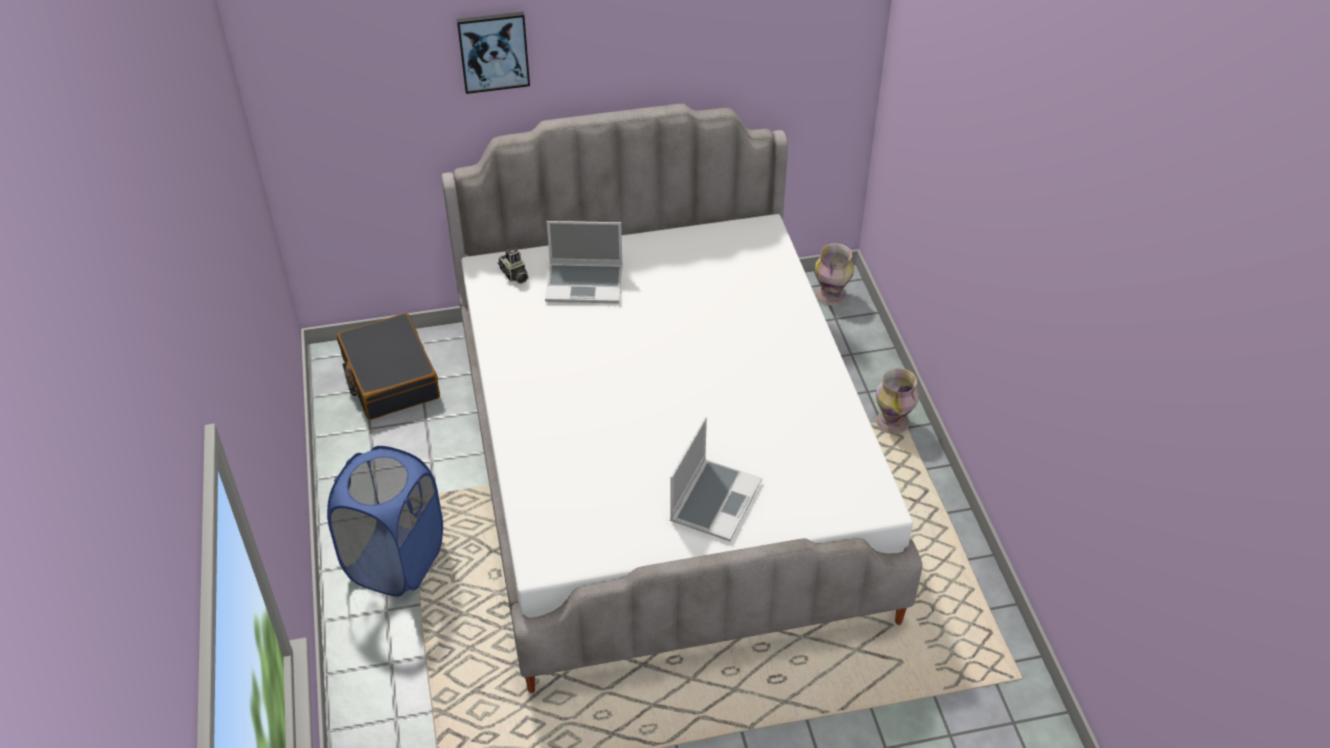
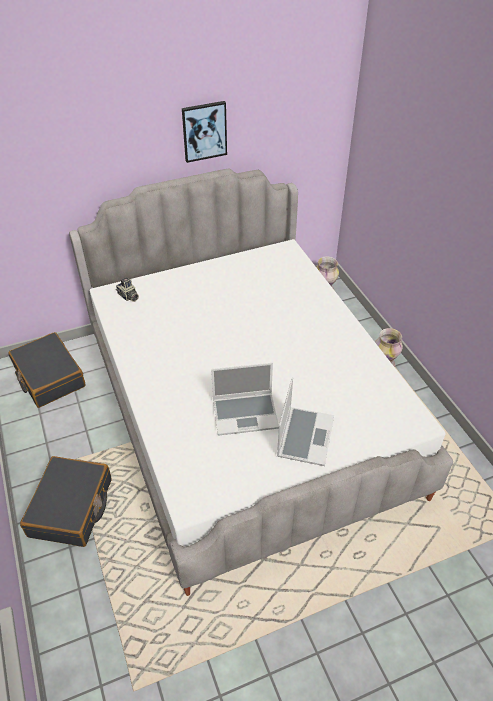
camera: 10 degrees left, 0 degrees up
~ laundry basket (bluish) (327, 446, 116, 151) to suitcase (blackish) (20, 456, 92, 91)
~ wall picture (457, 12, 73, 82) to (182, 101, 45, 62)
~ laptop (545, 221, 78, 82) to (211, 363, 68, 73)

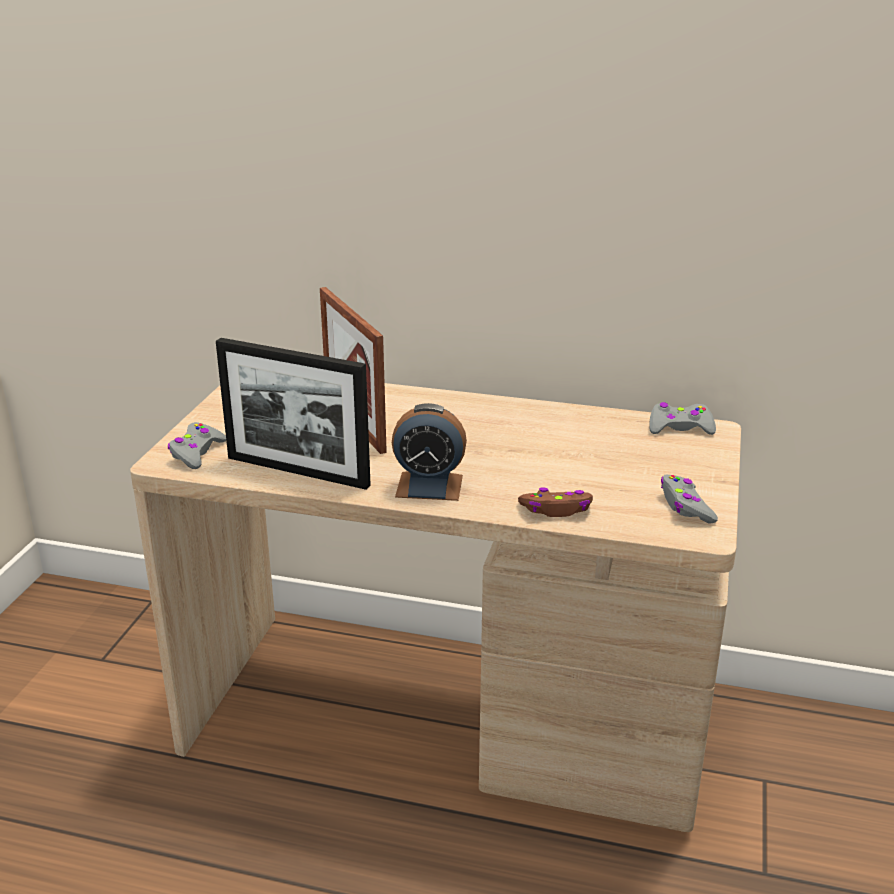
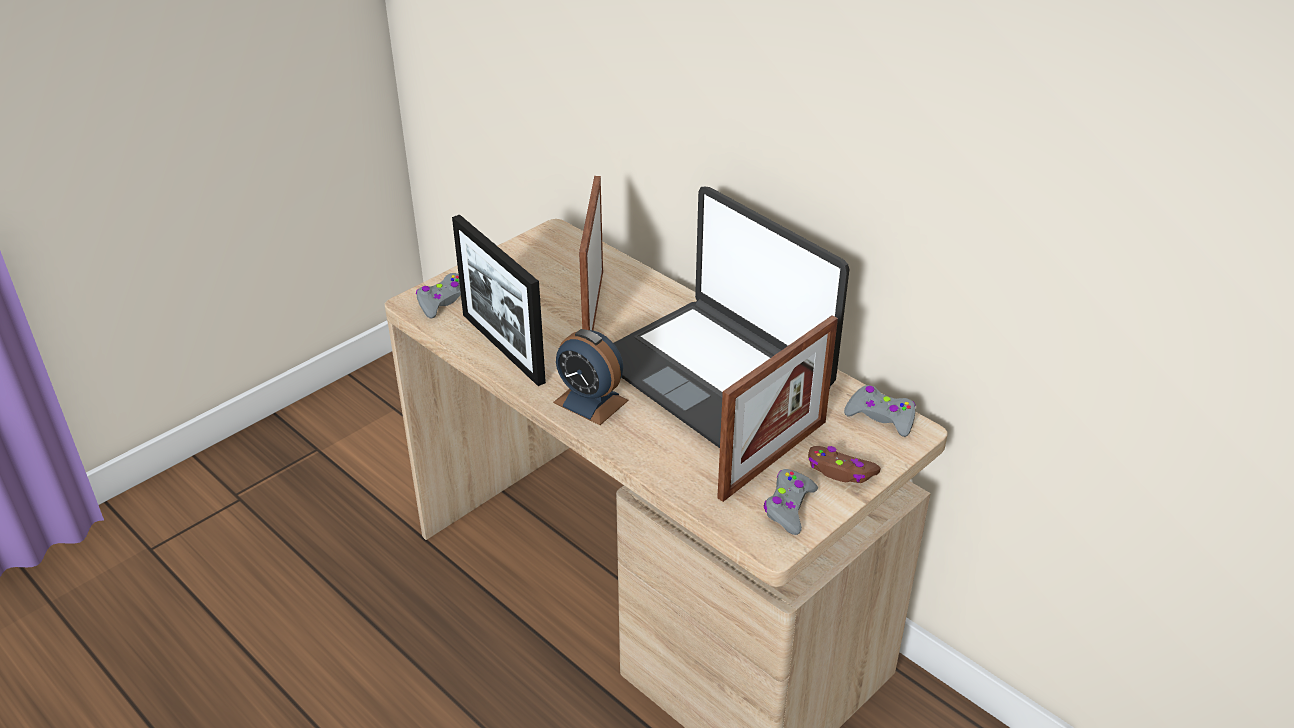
camera: 30 degrees right, 10 degrees up
~ gamepad (brown) (518, 487, 75, 30) to (808, 446, 73, 37)
+ laptop (614, 187, 235, 261)
+ standing frame (717, 316, 121, 186)

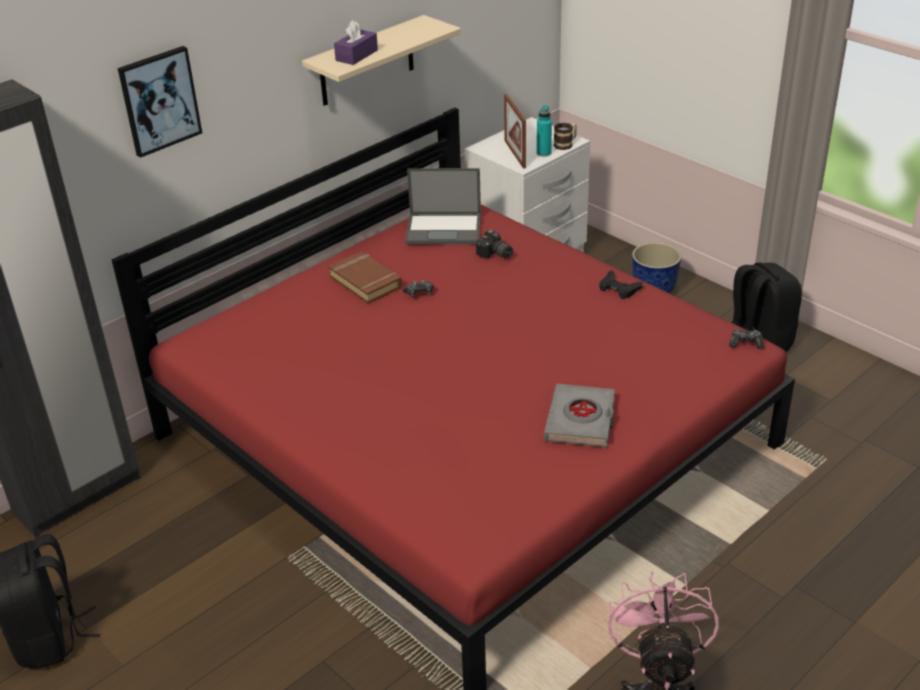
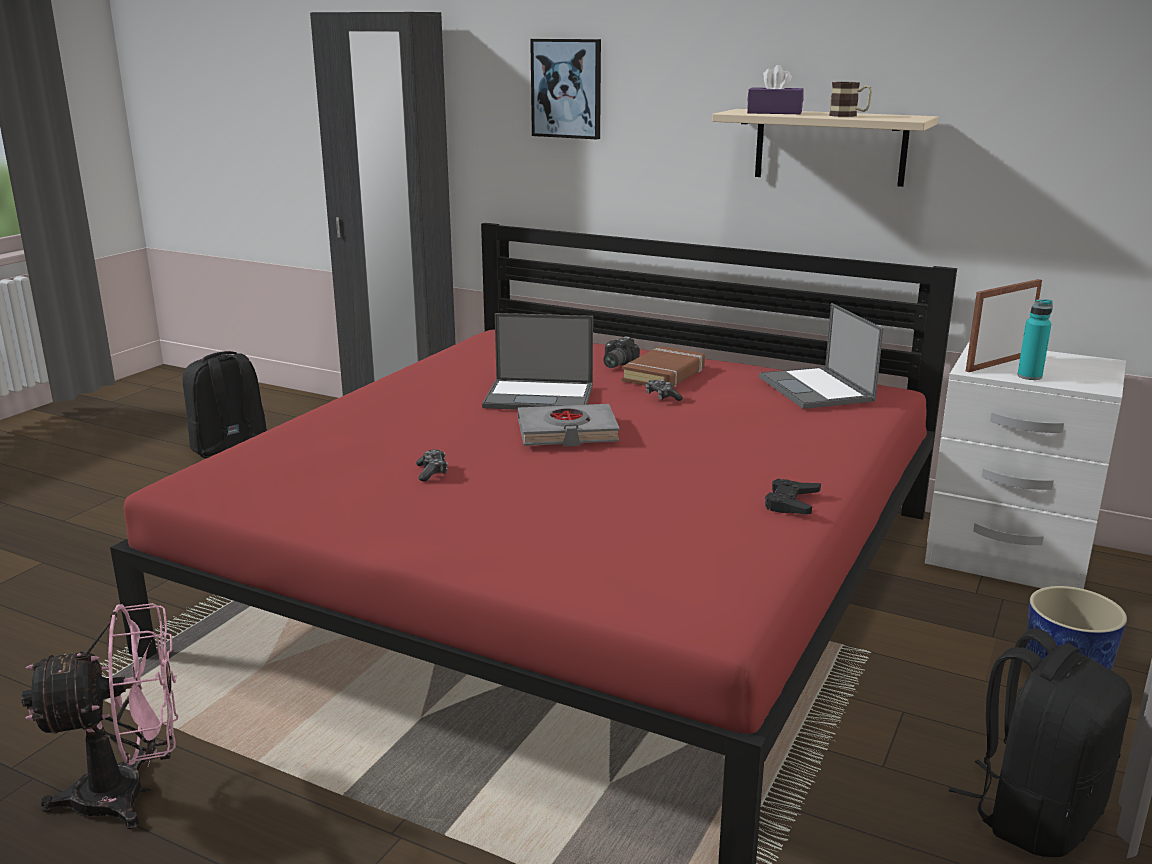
camera: 70 degrees right, 15 degrees down
~ photo camera (476, 230, 37, 28) to (603, 336, 37, 32)
~ bound book (gray) (544, 384, 71, 63) to (518, 404, 102, 42)
~ tea mug (554, 123, 23, 27) to (829, 82, 43, 35)
~ gamepad (729, 329, 35, 20) to (416, 449, 32, 32)
+ laptop (482, 313, 111, 97)

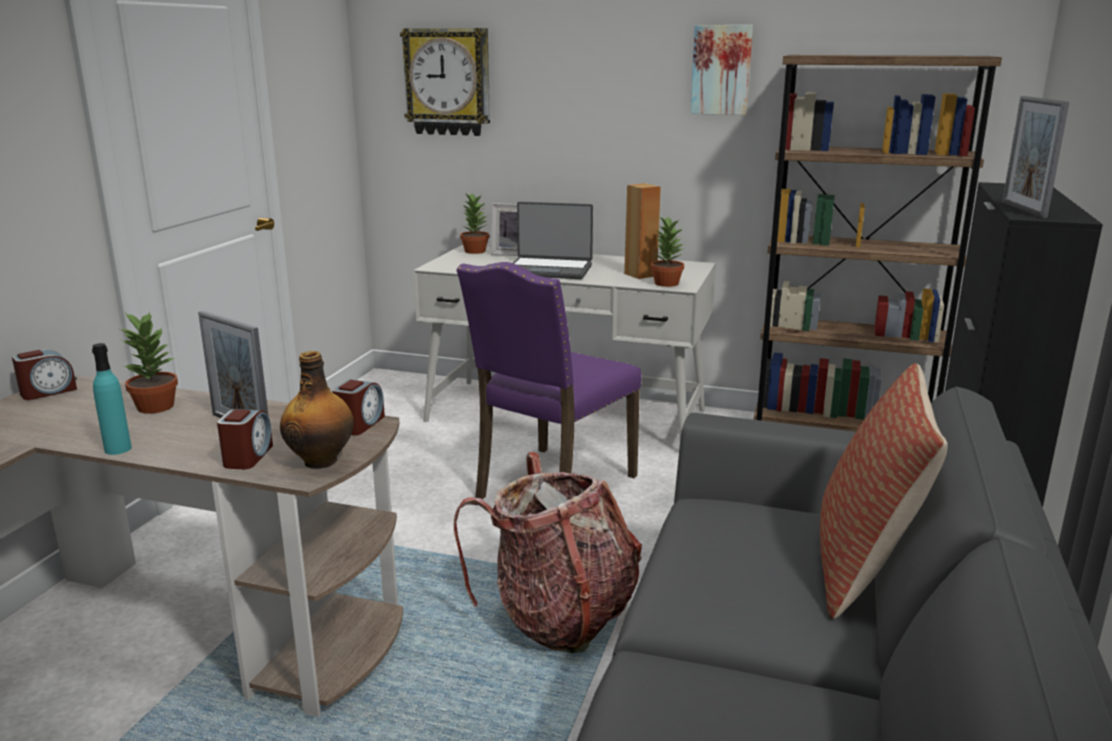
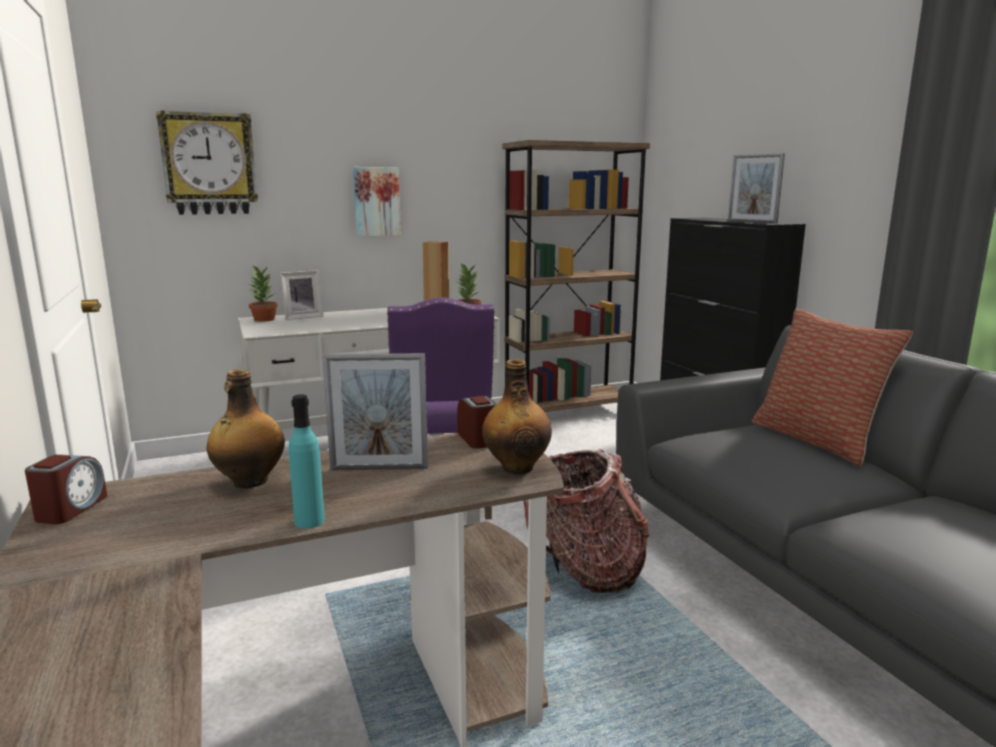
camera: 40 degrees left, 5 degrees down
~ potted plant (121, 312, 57, 102) to bottle (206, 369, 79, 120)
- alarm clock (217, 409, 56, 60)
- laptop (513, 202, 80, 77)
~ wall picture (690, 25, 63, 90) to (353, 167, 48, 70)

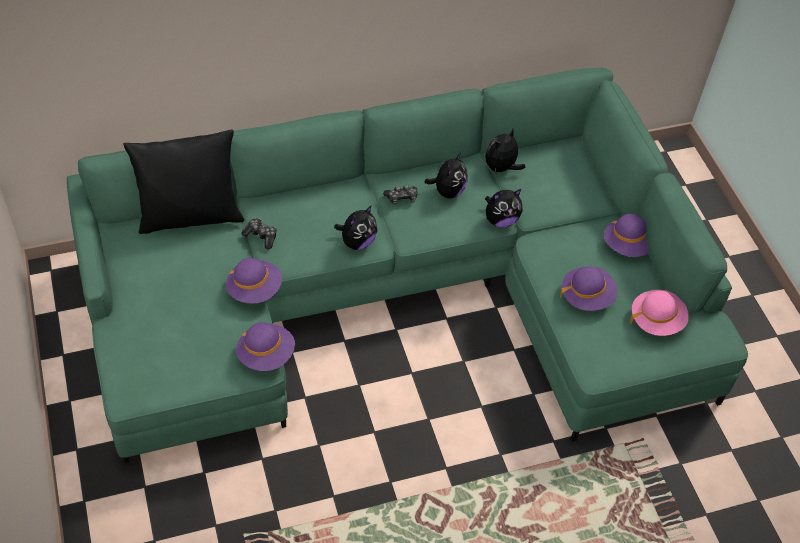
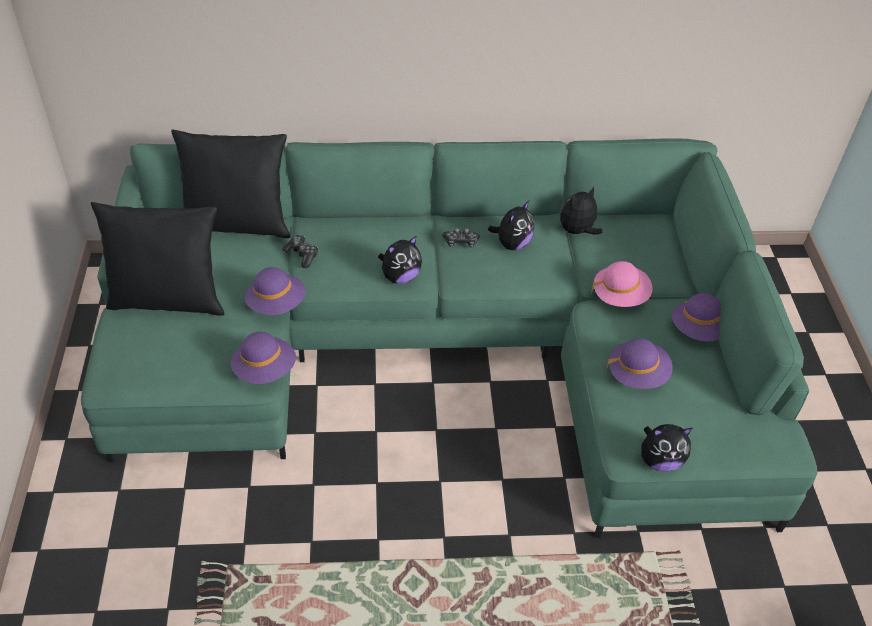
camera: 15 degrees right, 5 degrees down
~ cuddly toy (485, 189, 37, 39) to (641, 424, 51, 48)
~ hat (pinkish) (630, 290, 59, 46) to (591, 261, 62, 46)
+ throw pillow (blackish) (91, 202, 133, 114)

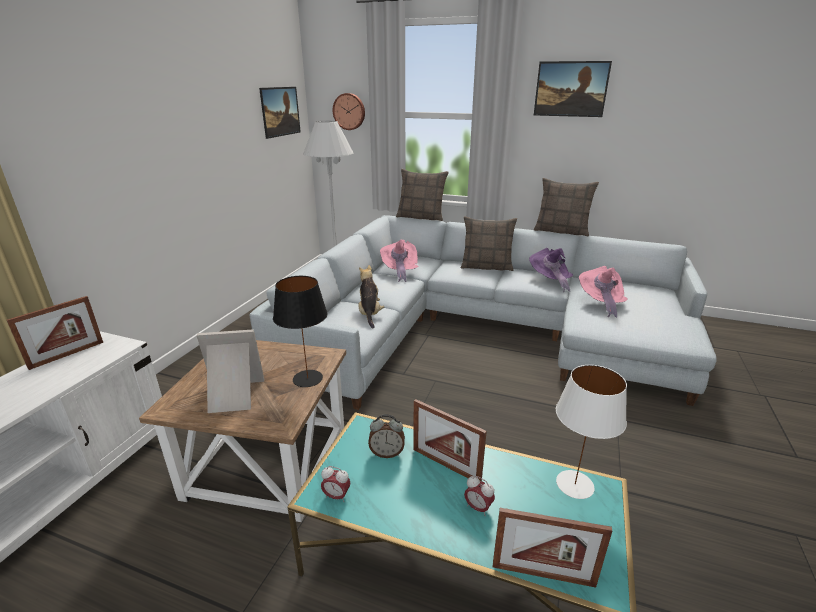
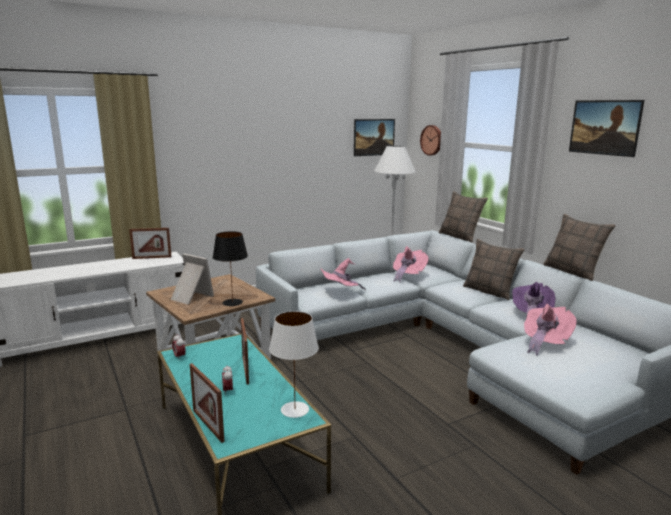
camera: 40 degrees right, 10 degrees down
~ cuddly toy (358, 265, 26, 63) to hat (pinkish) (321, 258, 45, 33)
- alarm clock (368, 414, 37, 44)

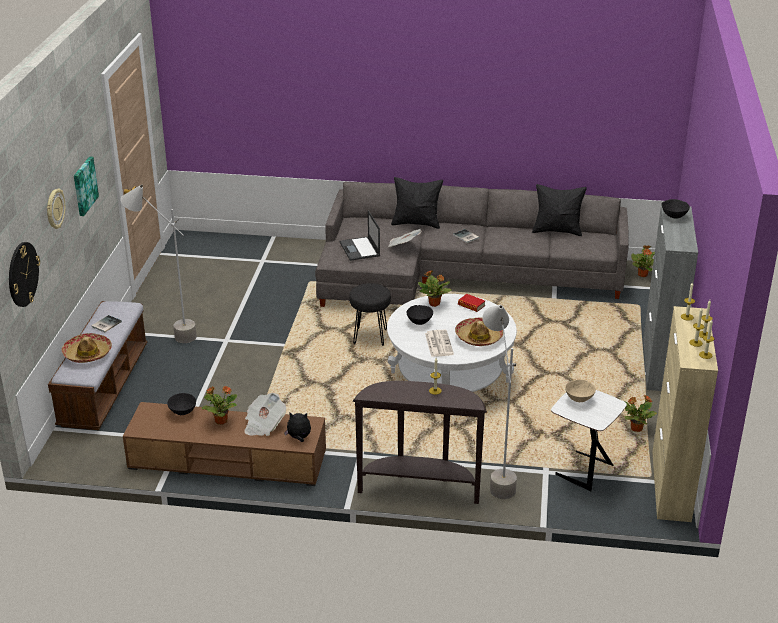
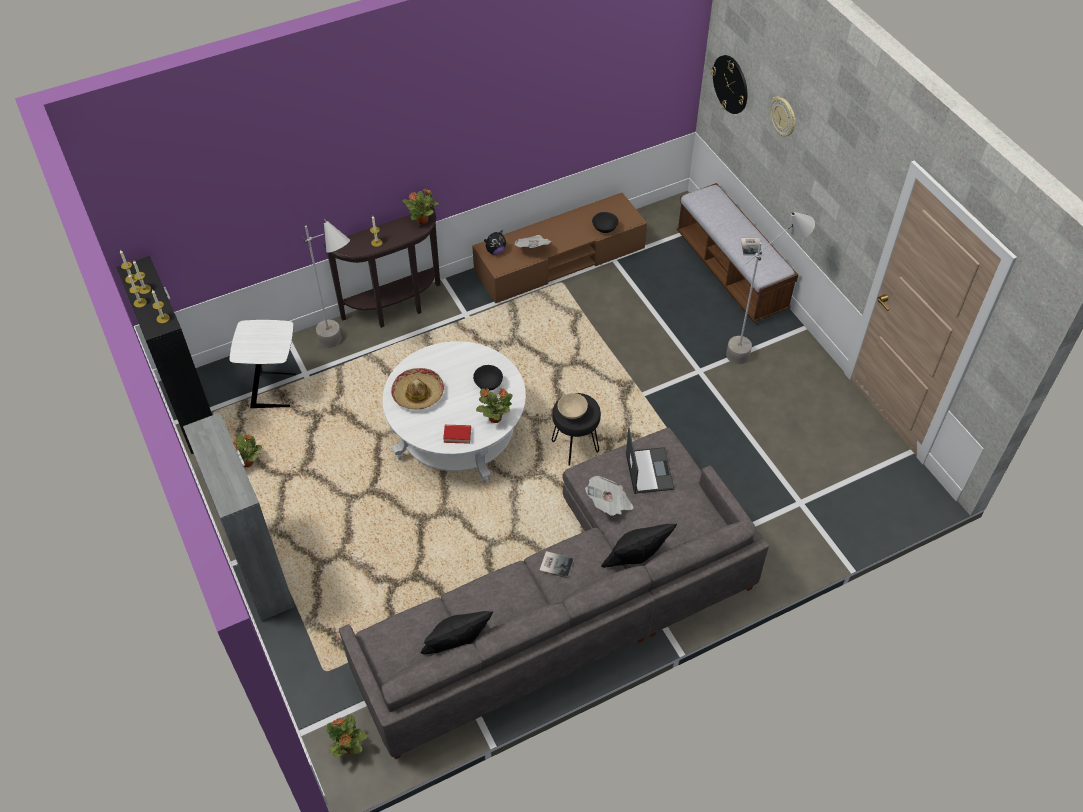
camera: 145 degrees right, 20 degrees up
- hat (62, 333, 50, 30)
- wall picture (74, 157, 25, 59)
~ potted plant (201, 386, 36, 39) to (402, 188, 37, 36)
~ laptop (340, 210, 40, 51) = (626, 428, 48, 66) 45 degrees clockwise
- newspaper (425, 330, 29, 27)
~ bowl (beige-coloured) (565, 379, 31, 23) to (557, 393, 31, 26)
~ cabinet (beige-coloured) (652, 306, 66, 216) to cabinet (blackish) (116, 256, 96, 198)
- bowl (blackish) (662, 199, 28, 20)

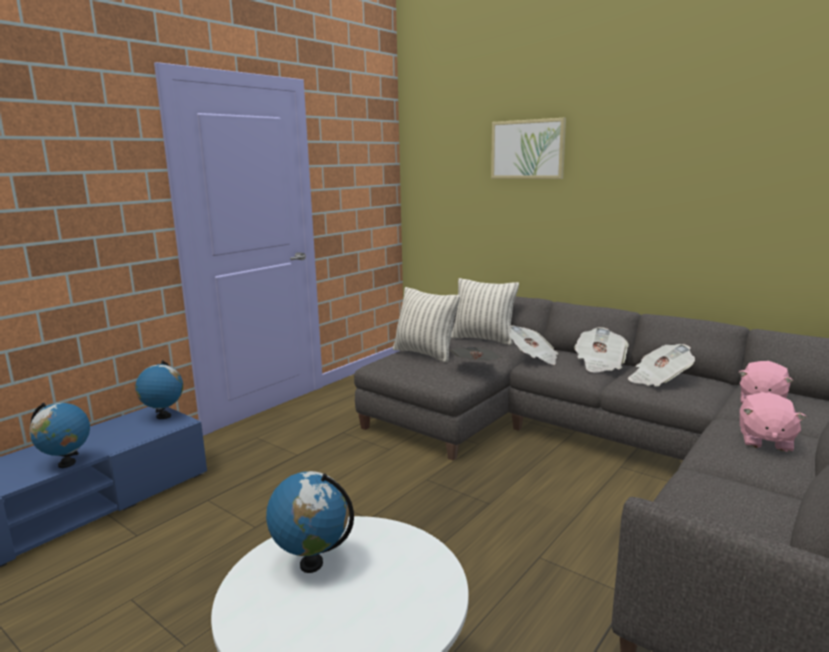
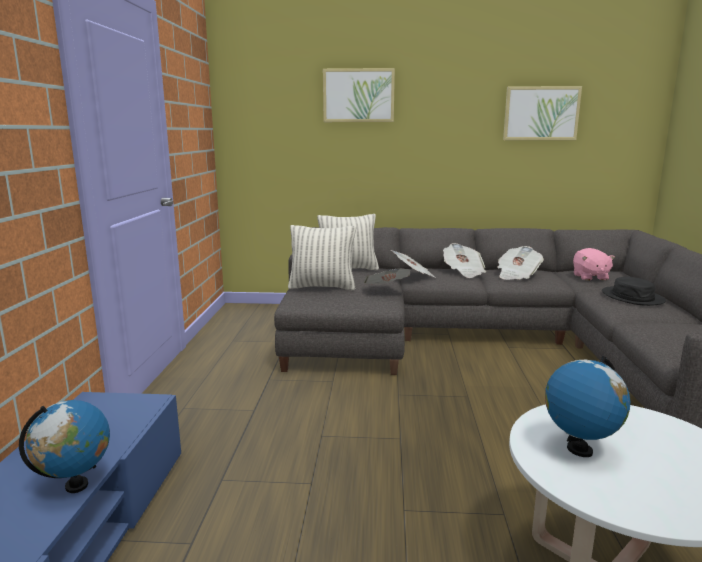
camera: 35 degrees left, 0 degrees up
- world globe (135, 360, 48, 59)
~ cuddly toy (pinkish) (740, 393, 66, 59) to hat (blackish) (602, 277, 64, 29)
+ wall picture (503, 86, 79, 54)

